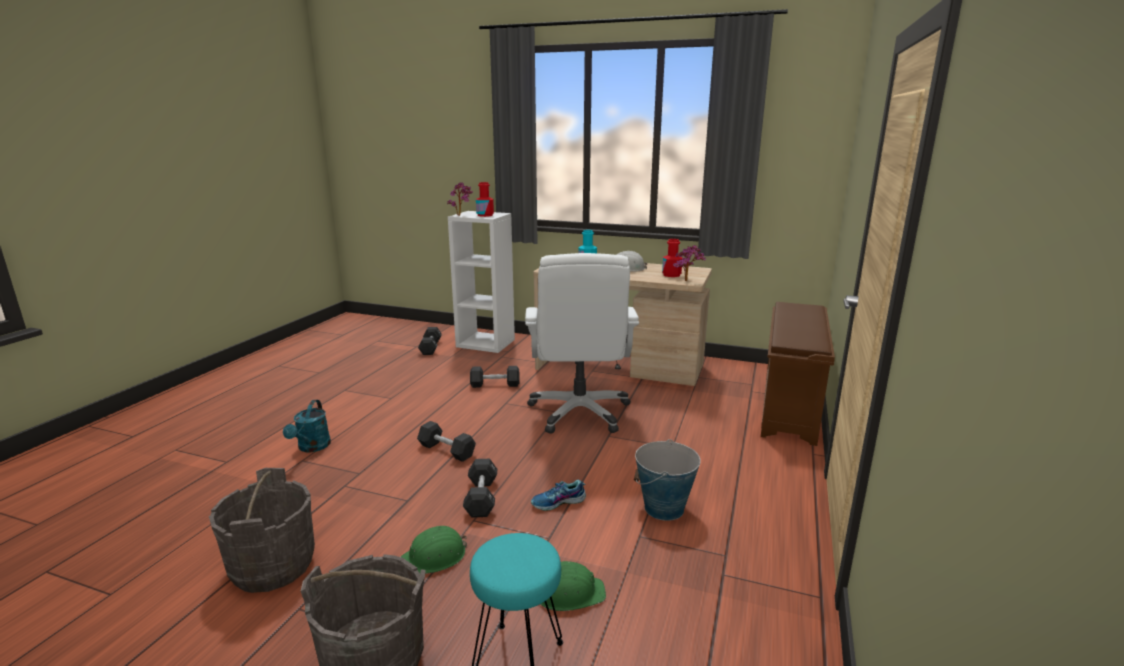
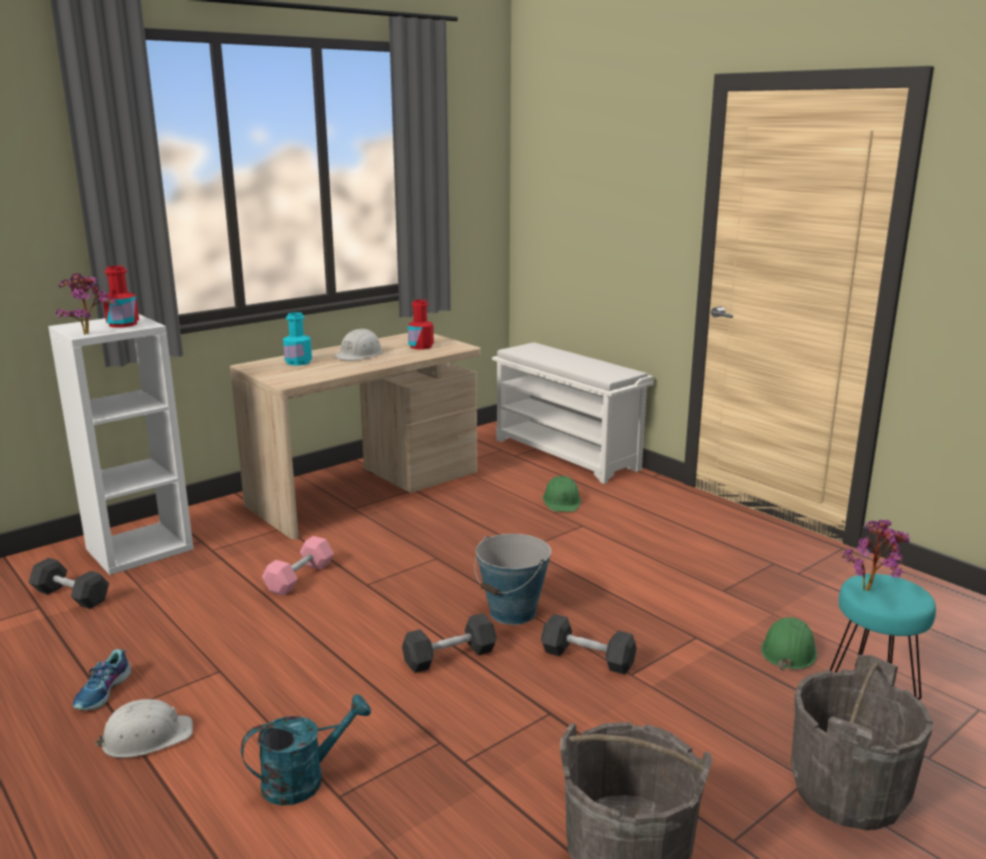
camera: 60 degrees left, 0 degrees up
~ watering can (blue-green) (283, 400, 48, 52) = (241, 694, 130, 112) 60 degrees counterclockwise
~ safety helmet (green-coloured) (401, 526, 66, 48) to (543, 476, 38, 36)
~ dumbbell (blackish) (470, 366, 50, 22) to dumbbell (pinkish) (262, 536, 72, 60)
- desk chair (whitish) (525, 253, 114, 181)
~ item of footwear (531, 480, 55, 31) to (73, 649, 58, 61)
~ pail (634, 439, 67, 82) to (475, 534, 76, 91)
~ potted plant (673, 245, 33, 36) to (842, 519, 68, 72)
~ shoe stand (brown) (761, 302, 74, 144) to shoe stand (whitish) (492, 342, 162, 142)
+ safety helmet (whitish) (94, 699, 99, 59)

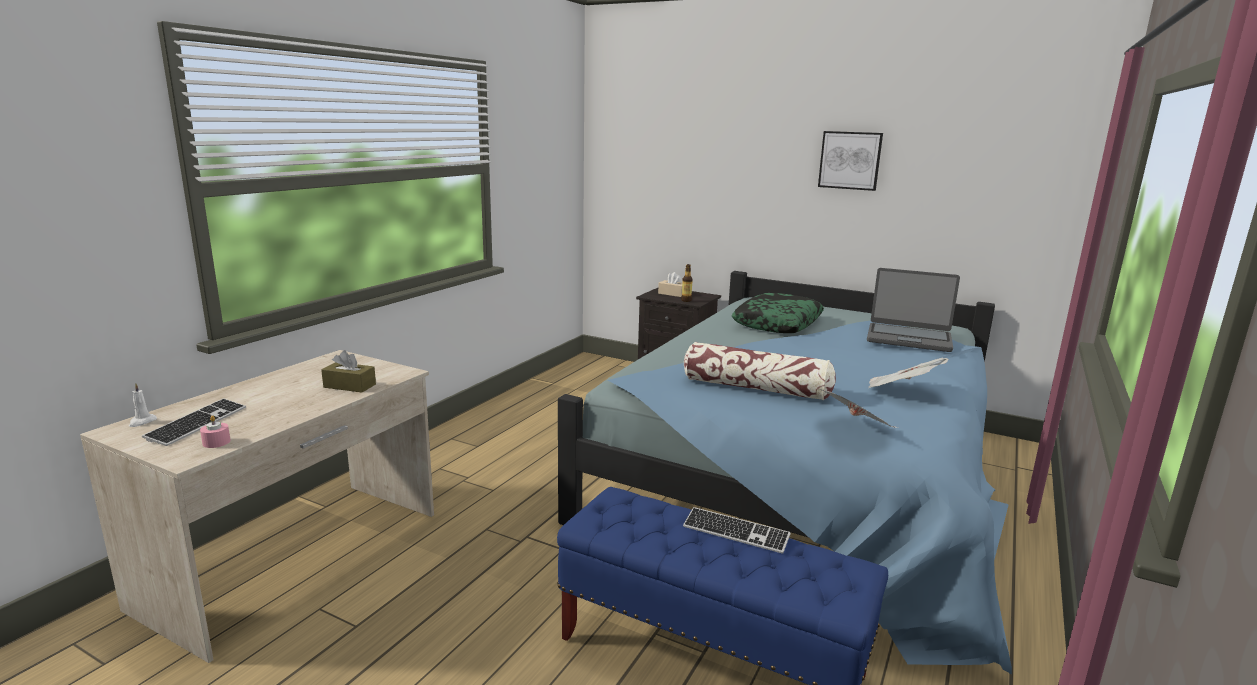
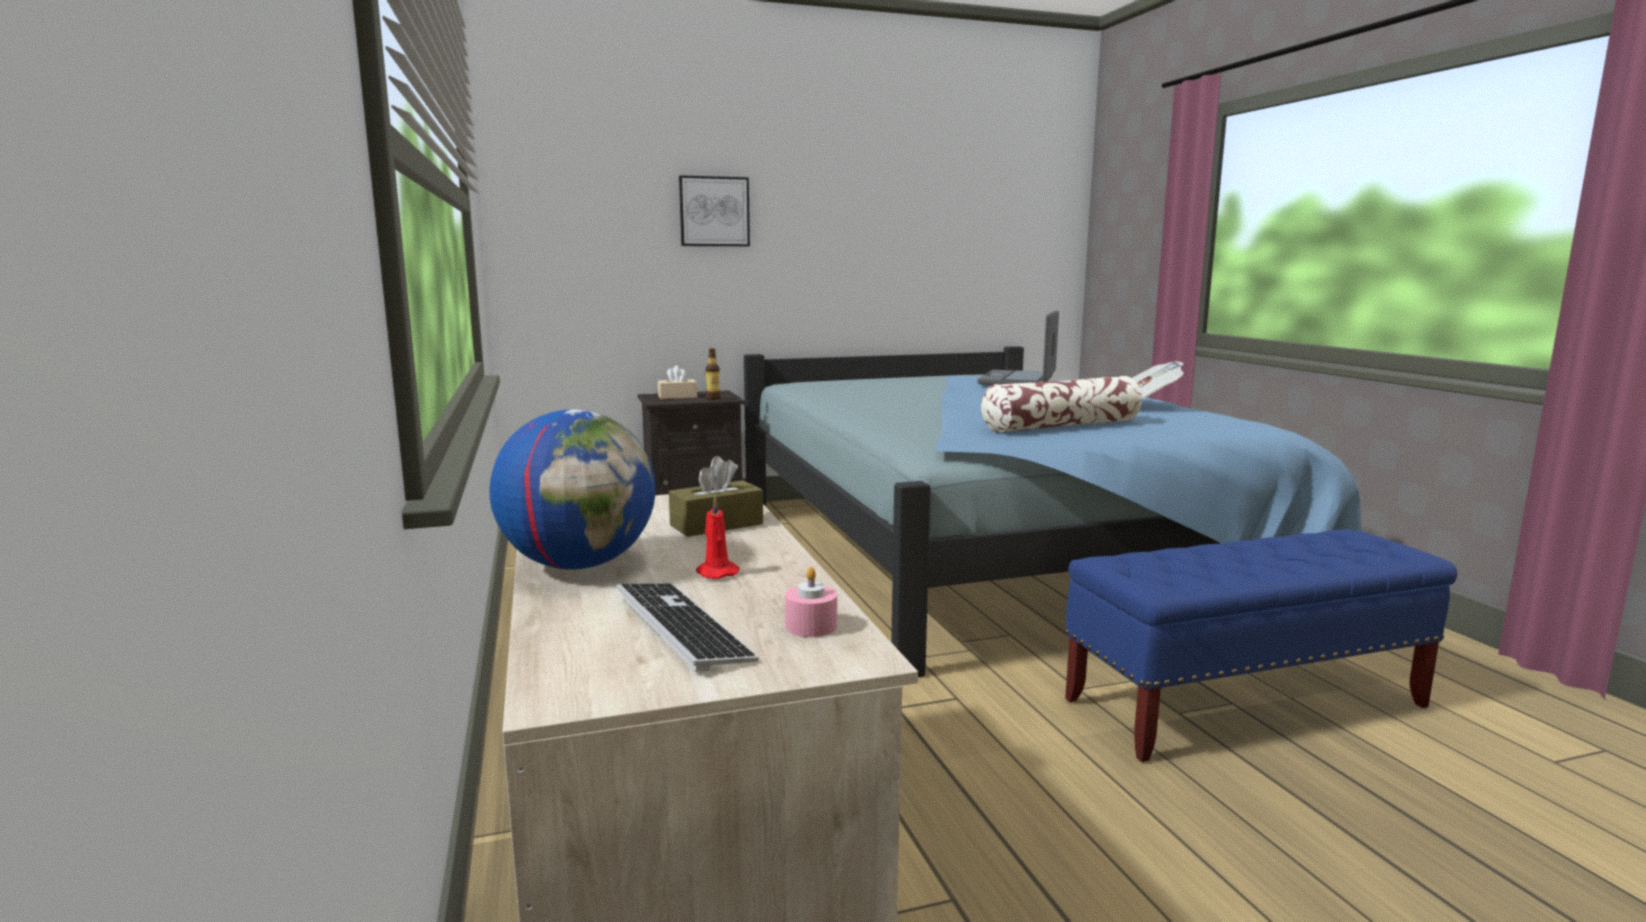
camera: 45 degrees left, 5 degrees down
- candle (whitish) (129, 383, 28, 44)
- keyboard (683, 507, 108, 47)
- throw pillow (732, 293, 92, 40)
- newspaper (815, 388, 83, 40)
~ wall picture (818, 131, 65, 60) to (679, 175, 71, 71)
~ laptop (867, 268, 93, 84) = (977, 310, 82, 75) 135 degrees clockwise
+ world globe (490, 410, 166, 160)
+ candle (red-coloured) (696, 497, 44, 82)

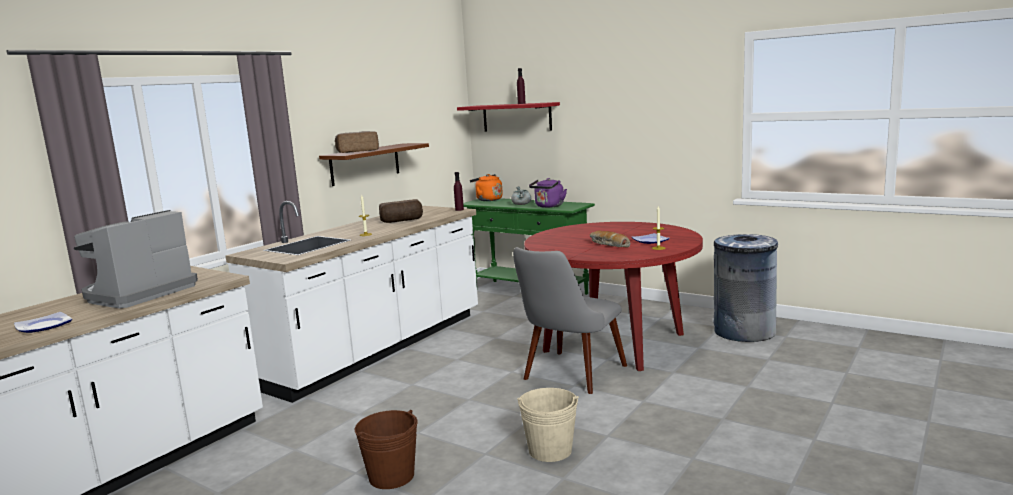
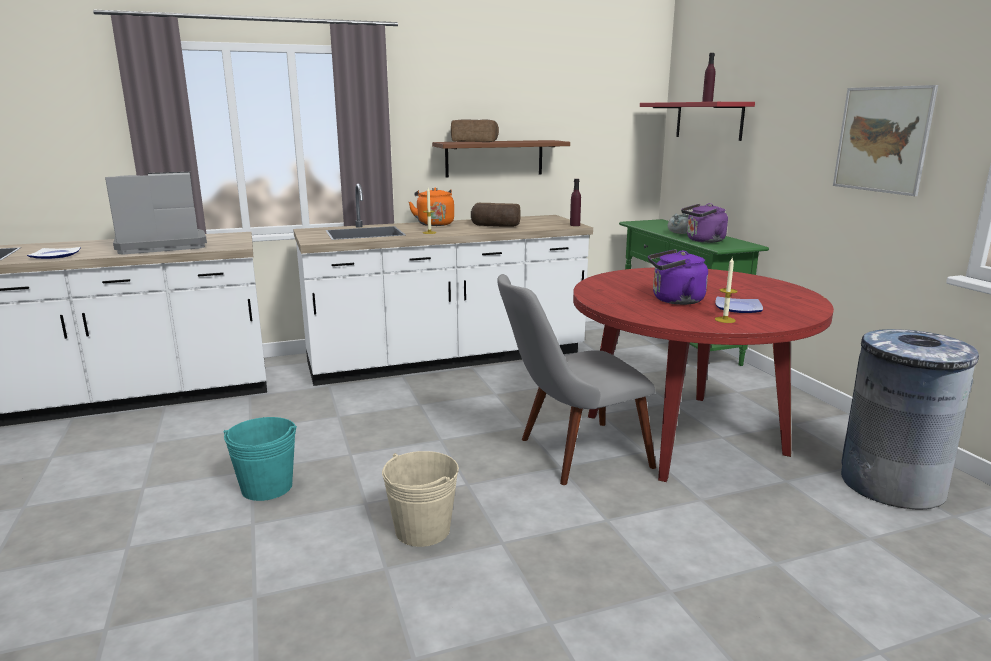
camera: 35 degrees right, 5 degrees up
~ pail (brown) (354, 410, 64, 79) to pail (blue-green) (223, 417, 74, 84)
~ tea kettle (orange-coloured) (470, 174, 33, 27) to (409, 188, 45, 38)
~ bakery bread (590, 230, 40, 18) to tea kettle (purple-coloured) (648, 249, 60, 56)
+ wall picture (833, 85, 105, 111)

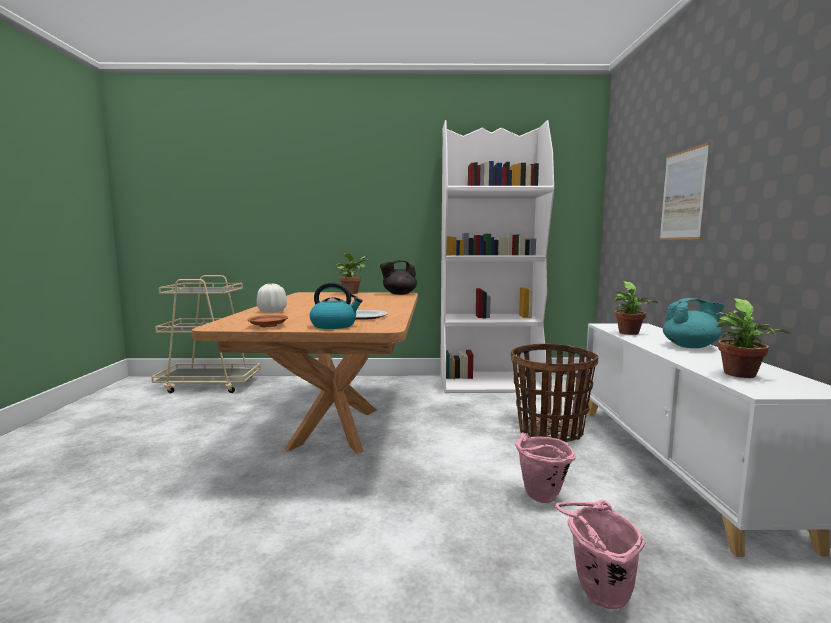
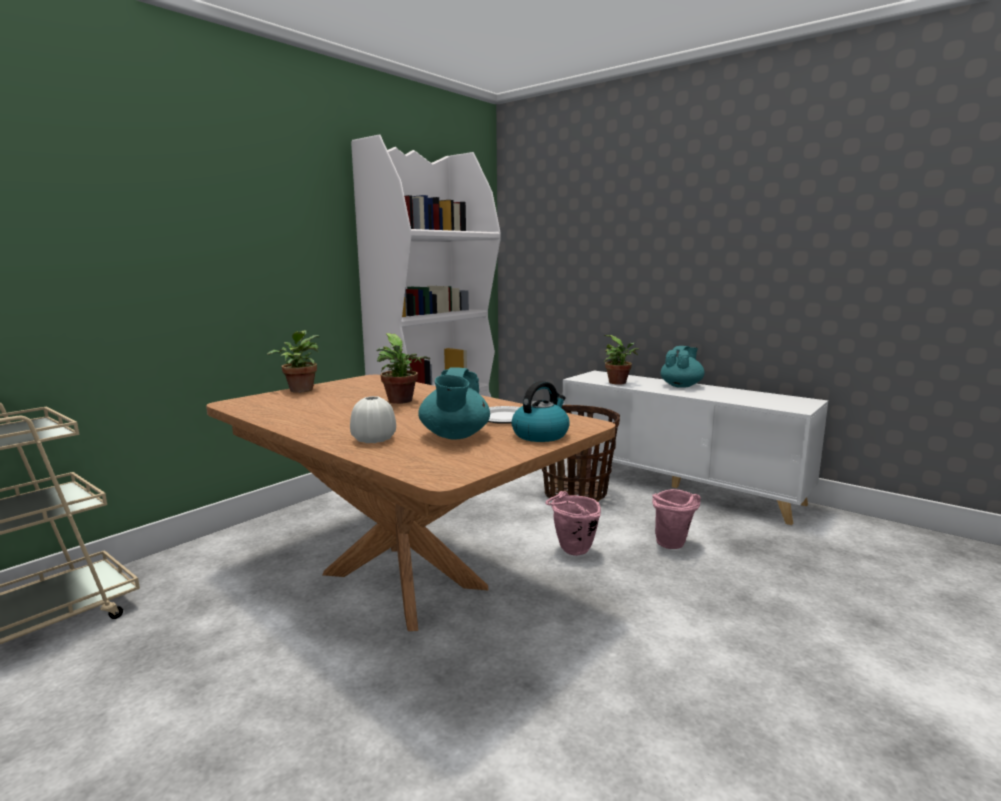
camera: 50 degrees left, 5 degrees up
- dinner plate (brown) (247, 315, 41, 12)
- pot for tea (blackish) (380, 260, 37, 35)
~ pail (pinkish) (555, 500, 90, 109) to (546, 491, 55, 65)
- wall picture (659, 143, 51, 97)
~ potted plant (715, 298, 76, 80) to (377, 333, 53, 71)
+ pot for tea (blue-green) (418, 367, 72, 73)

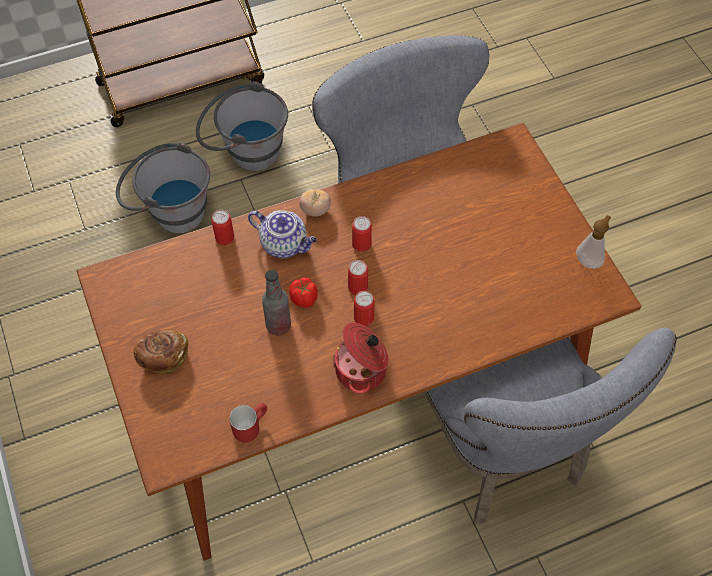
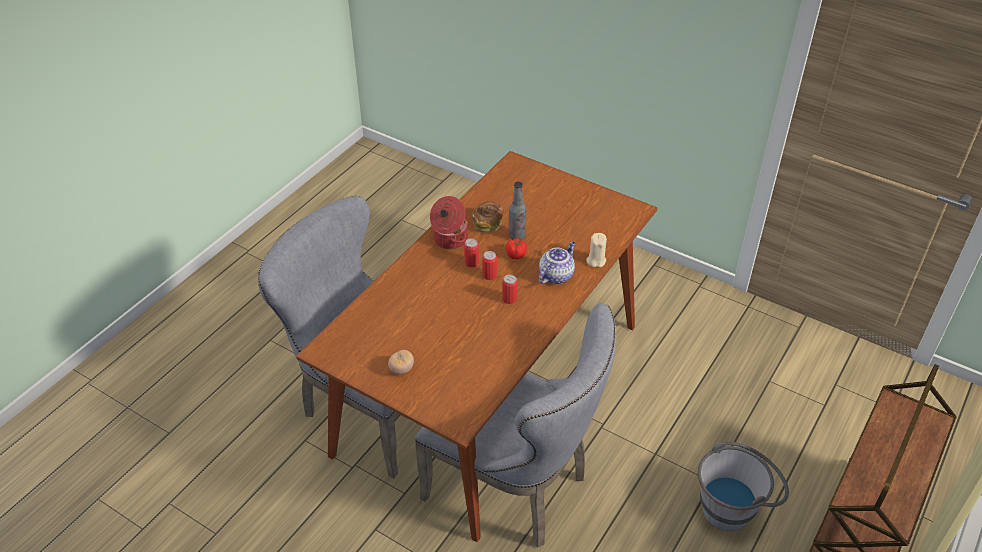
camera: 145 degrees right, 15 degrees down
- pail (gray) (116, 142, 94, 91)
~ bakery bread (133, 329, 55, 46) to (472, 202, 32, 31)
~ can (211, 210, 23, 35) to candle (beige-coloured) (587, 233, 20, 34)
- tea mug (red-coloured) (229, 403, 38, 40)
~ pot for tea (248, 210, 69, 48) = (539, 242, 36, 42) 135 degrees clockwise
~ tomato (299, 189, 32, 28) to (388, 350, 26, 24)
- liquid soap bottle (576, 215, 35, 54)

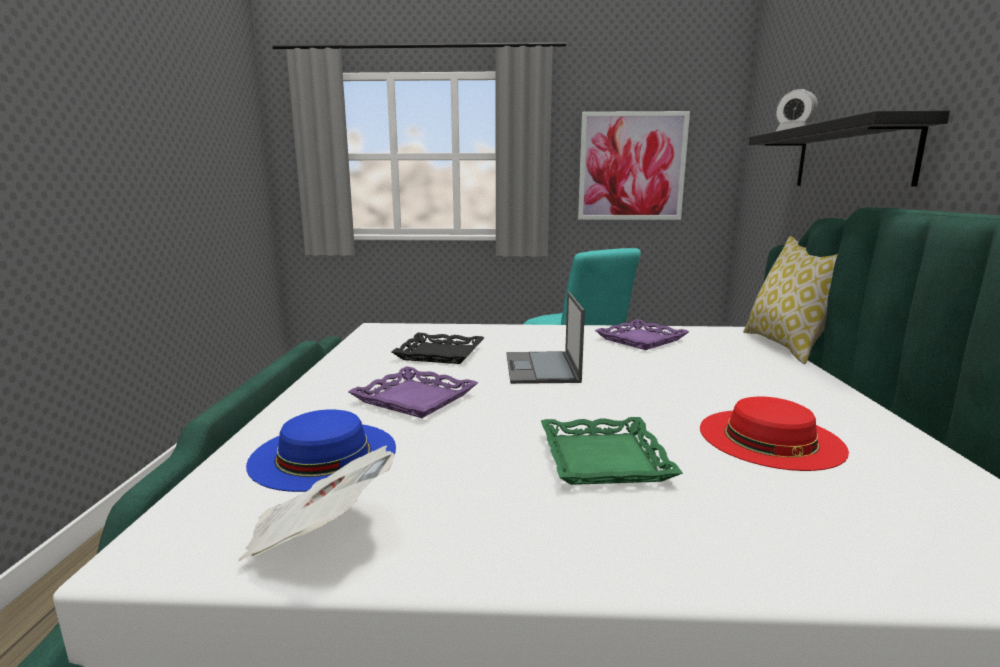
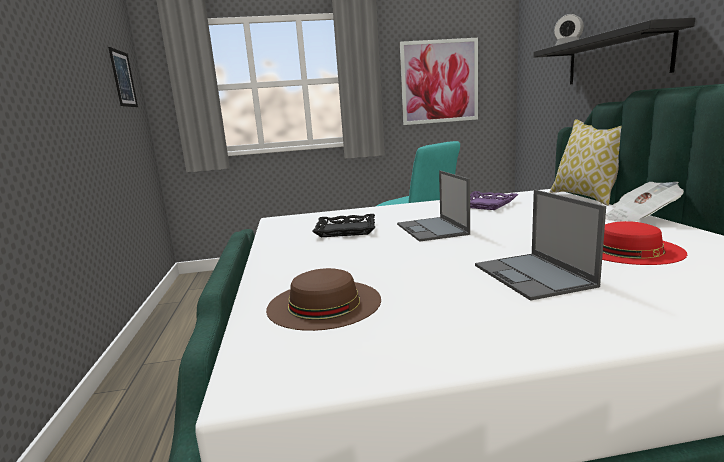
camera: 10 degrees left, 0 degrees up
~ newspaper (238, 446, 156, 115) to (605, 182, 79, 40)
~ hat (bluish) (246, 409, 150, 83) to hat (brown) (266, 268, 115, 63)
- tray (purple-coloured) (348, 366, 130, 52)
~ tray (green-coloured) (541, 417, 142, 68) to laptop (475, 190, 131, 111)
+ wall picture (108, 47, 30, 60)

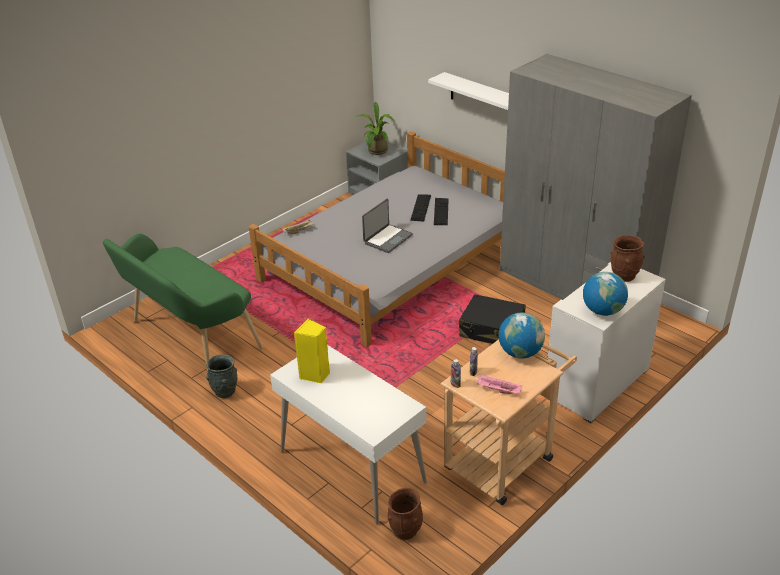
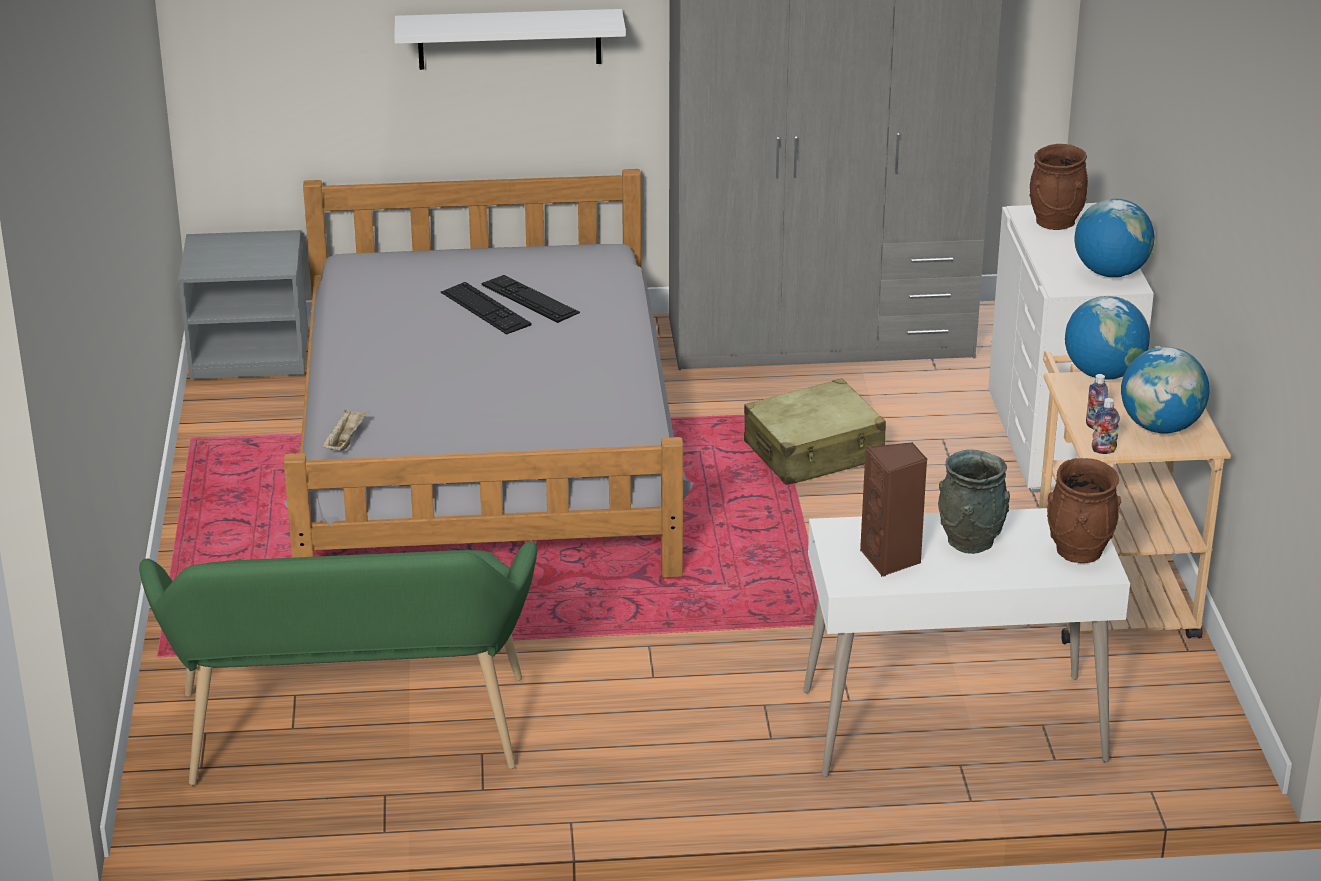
camera: 50 degrees left, 5 degrees down
~ flower vase (gray) (206, 355, 32, 43) to (938, 450, 72, 104)
~ loudspeaker (yellow) (294, 318, 36, 66) to loudspeaker (brown) (860, 442, 67, 135)
- potted plant (358, 102, 36, 53)
- laptop (362, 199, 51, 54)
~ flower vase (brown) (387, 488, 36, 52) to (1047, 458, 74, 105)
~ suitcase (blackish) (459, 294, 67, 50) to suitcase (beige-coloured) (744, 379, 142, 106)
~ tray (pinkish) (477, 374, 46, 20) to world globe (1121, 347, 88, 86)

